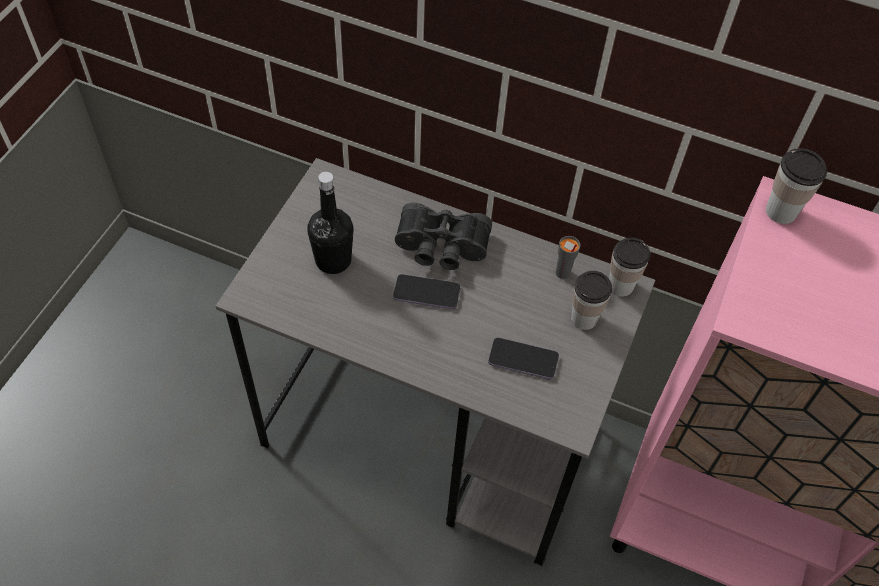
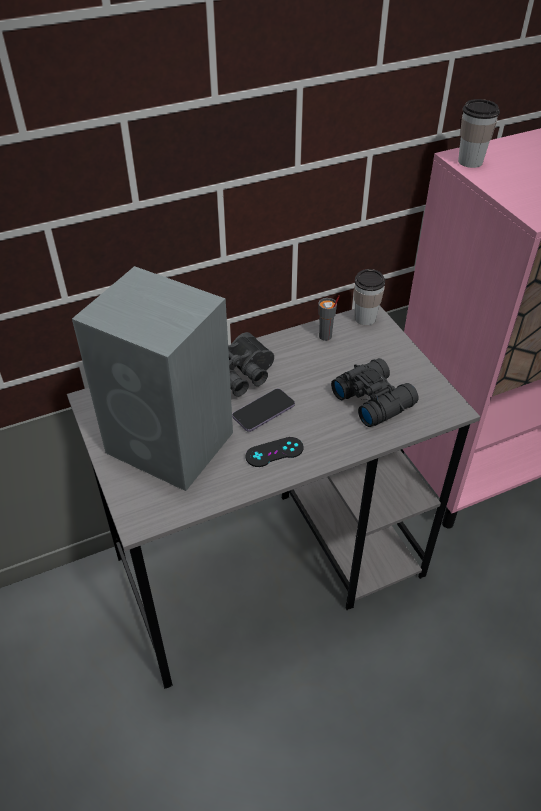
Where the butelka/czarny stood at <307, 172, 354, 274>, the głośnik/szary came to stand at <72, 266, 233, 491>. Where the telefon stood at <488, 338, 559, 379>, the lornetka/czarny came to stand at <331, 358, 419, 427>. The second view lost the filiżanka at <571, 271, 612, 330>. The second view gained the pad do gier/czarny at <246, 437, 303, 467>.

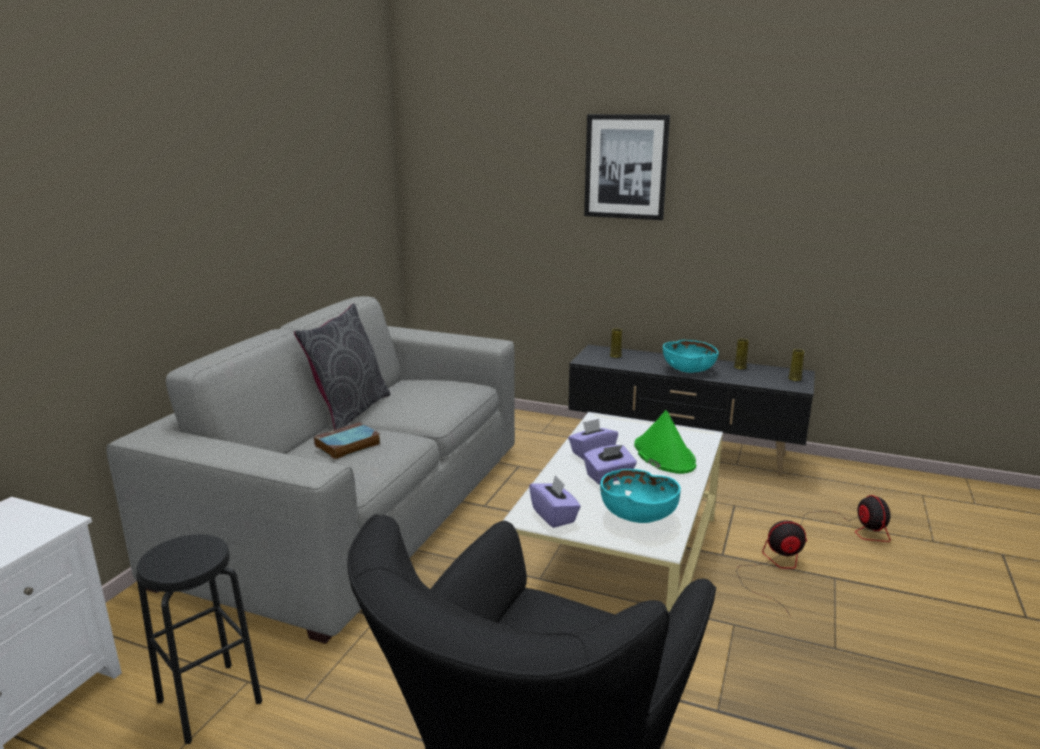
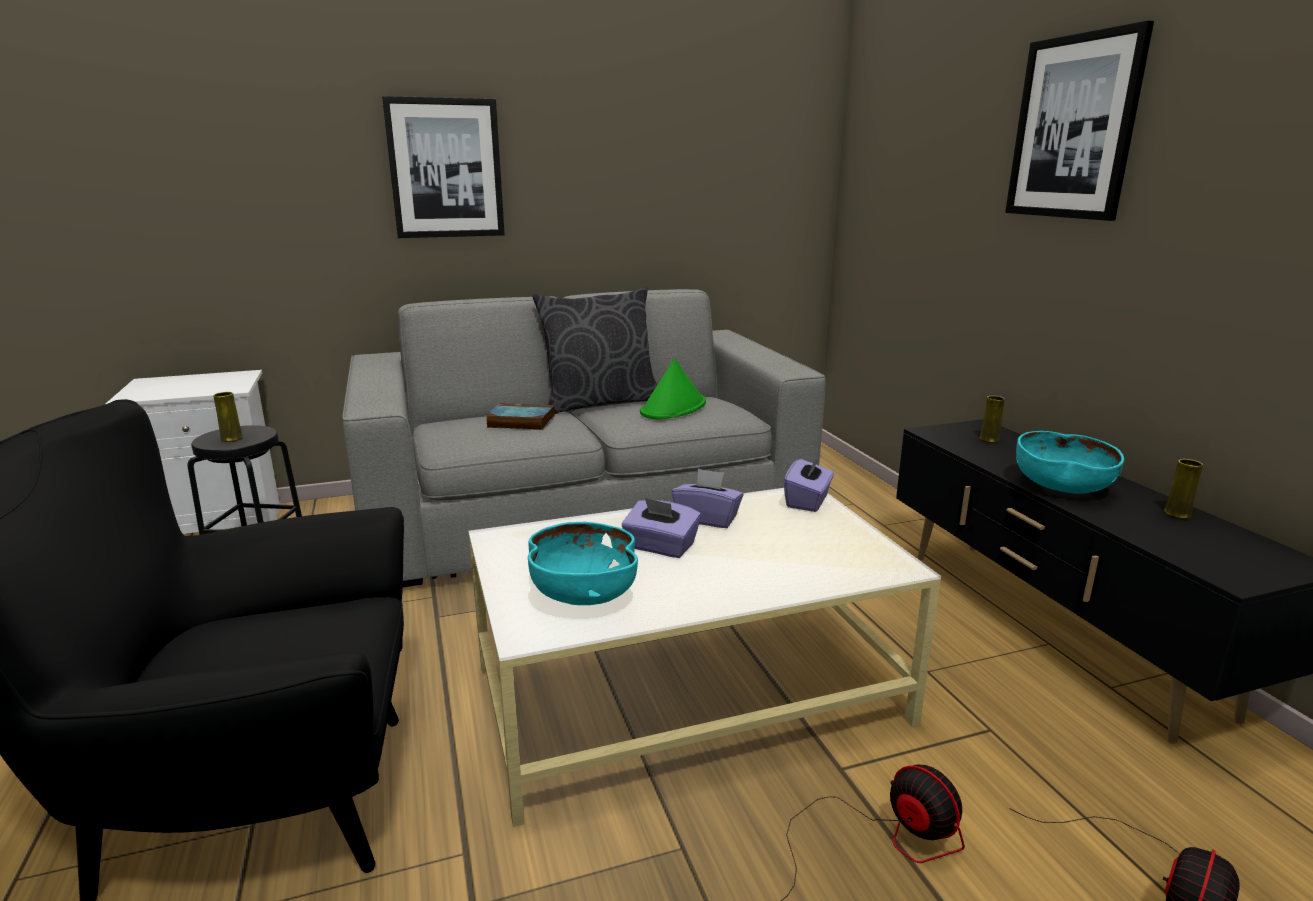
The pudełko chusteczek/fioletowy ended up elsewhere, having gone from <529, 475, 581, 528> to <784, 454, 834, 512>. The kapelusz/zielony ended up elsewhere, having gone from <634, 410, 697, 474> to <640, 358, 706, 419>. The wazon/żółty ended up elsewhere, having gone from <788, 349, 804, 381> to <213, 392, 243, 442>. The second view gained the obraz at <382, 96, 505, 238>.

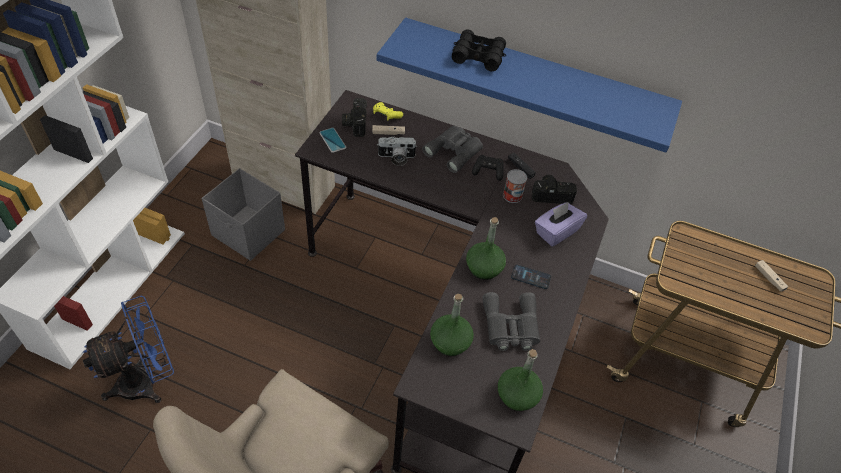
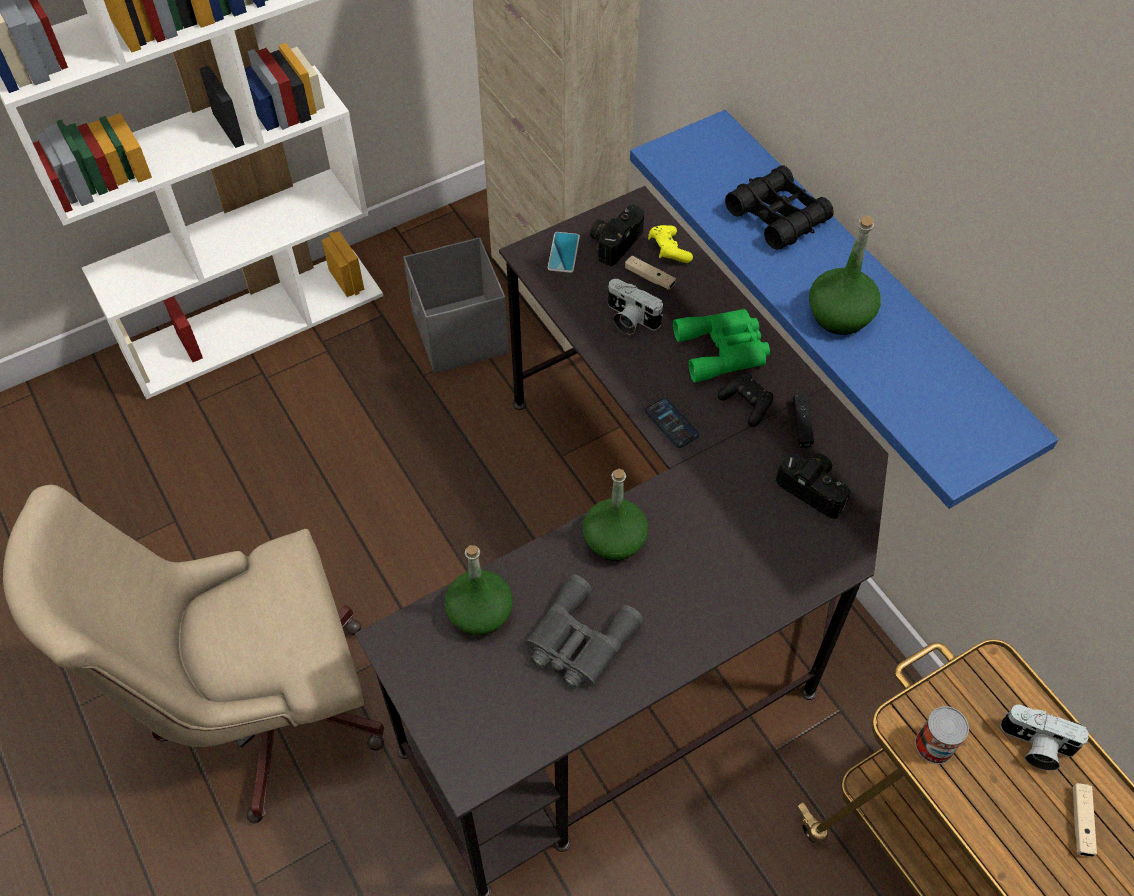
The second view lost the wentylator/niebieski at <83, 296, 174, 403>. What was the lornetka/szary at <422, 126, 483, 173> turned into the lornetka/zielony at <673, 309, 770, 382>. The butelka/zielony ended up elsewhere, having gone from <498, 349, 543, 411> to <809, 216, 881, 335>. The puszka ended up elsewhere, having gone from <503, 169, 527, 203> to <915, 706, 969, 764>. The telefon ended up elsewhere, having gone from <511, 265, 551, 289> to <645, 398, 699, 448>. The second view lost the pudełko chusteczek/fioletowy at <535, 201, 587, 247>. The second view gained the aparat fotograficzny at <1000, 705, 1089, 771>.

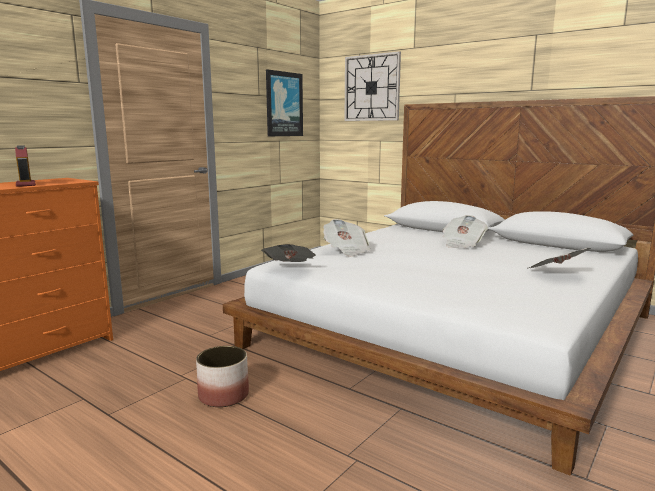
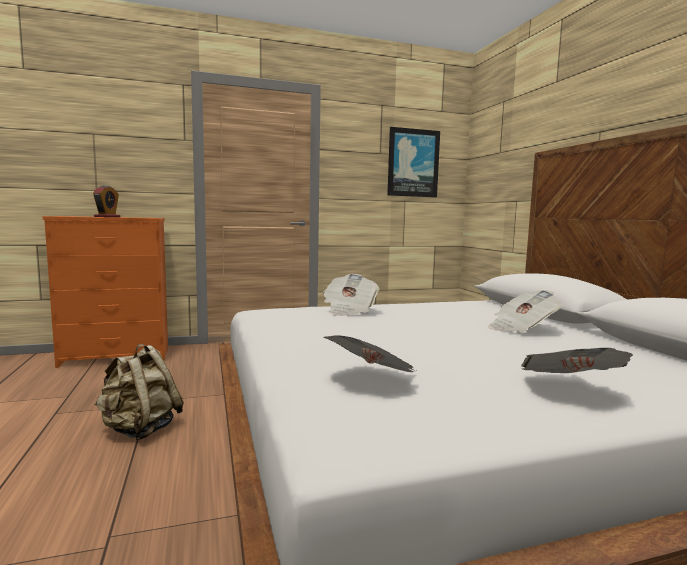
Where the donica stood at <196, 346, 249, 407>, the plecak/beżowy came to stand at <95, 344, 184, 440>. The gazeta ended up elsewhere, having gone from <261, 244, 316, 262> to <323, 335, 416, 372>. The second view lost the zegar ścienny at <345, 51, 401, 121>.

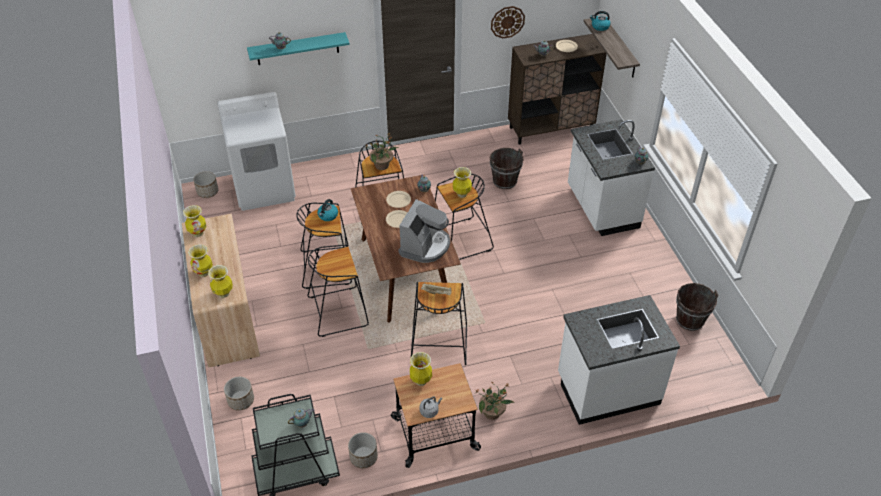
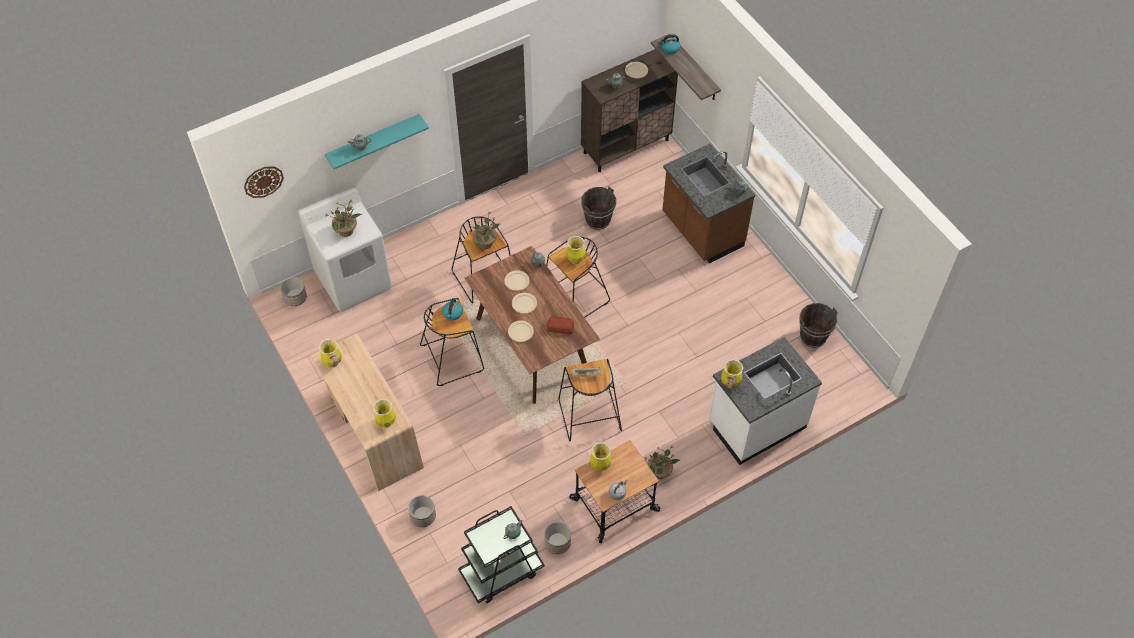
The wazon ended up elsewhere, having gone from <188, 244, 213, 277> to <721, 359, 743, 389>. The second view lost the stołek/czarny at <307, 245, 369, 337>. Where the ekspres do kawy stood at <398, 199, 450, 263>, the chleb came to stand at <547, 316, 574, 334>. The zegar ścienny ended up elsewhere, having gone from <491, 6, 525, 39> to <244, 167, 284, 198>. What was the zabudowa kuchenna/biały at <568, 119, 655, 236> turned into the zabudowa kuchenna/brązowy at <662, 144, 755, 263>. The second view gained the roślina doniczkowa at <325, 199, 362, 237>. The second view gained the talerz/beżowy at <508, 320, 534, 342>.

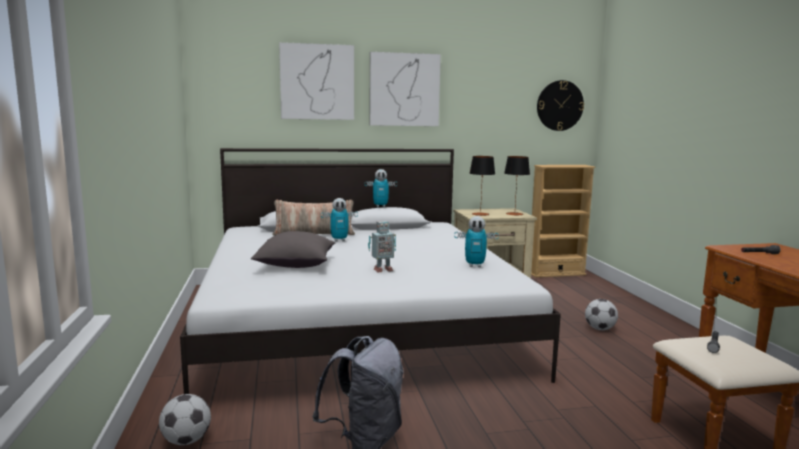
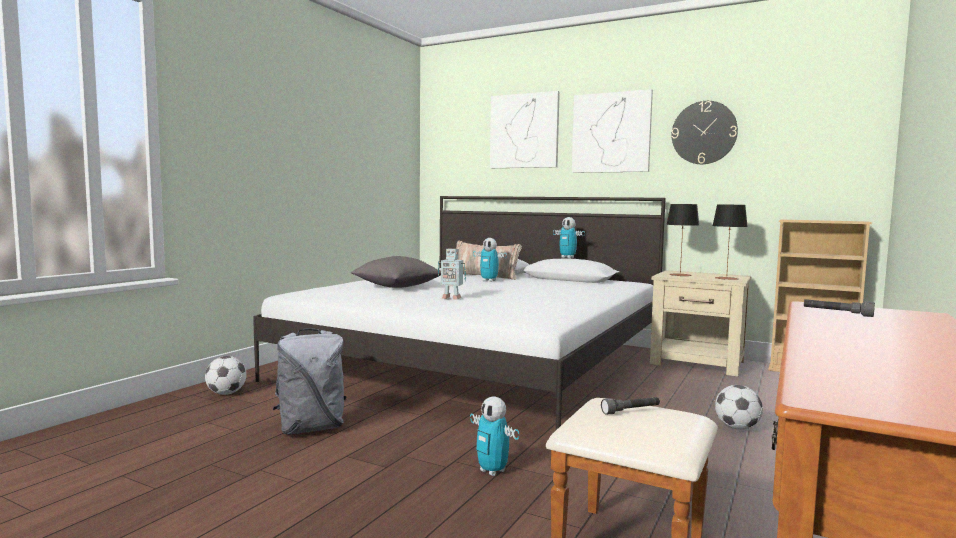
The robot zabawkowy ended up elsewhere, having gone from <454, 216, 499, 267> to <470, 397, 519, 476>. The zegar ścienny ended up elsewhere, having gone from <537, 80, 584, 131> to <671, 101, 738, 164>.

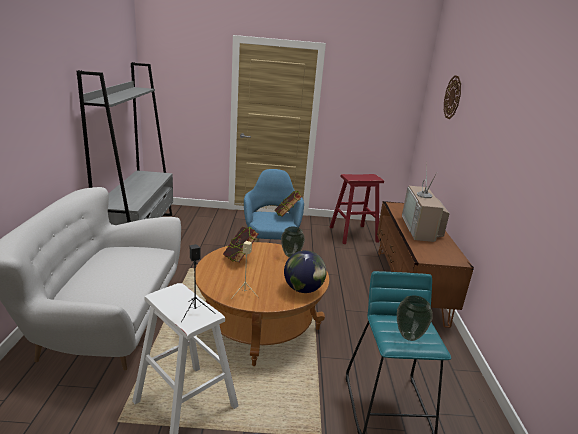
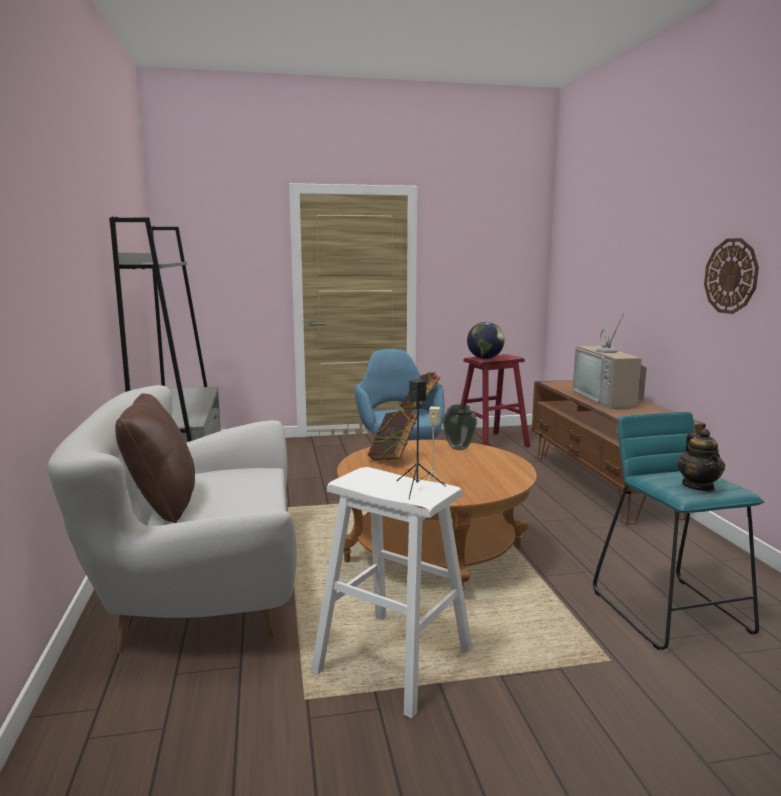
The globus ended up elsewhere, having gone from <284, 250, 327, 293> to <467, 322, 505, 359>. Where the wazon stood at <397, 295, 432, 341>, the imbryk came to stand at <677, 429, 725, 492>. The zegar ścienny ended up elsewhere, having gone from <444, 75, 461, 119> to <704, 238, 759, 314>. The second view gained the poduszka/brązowy at <115, 393, 195, 523>.

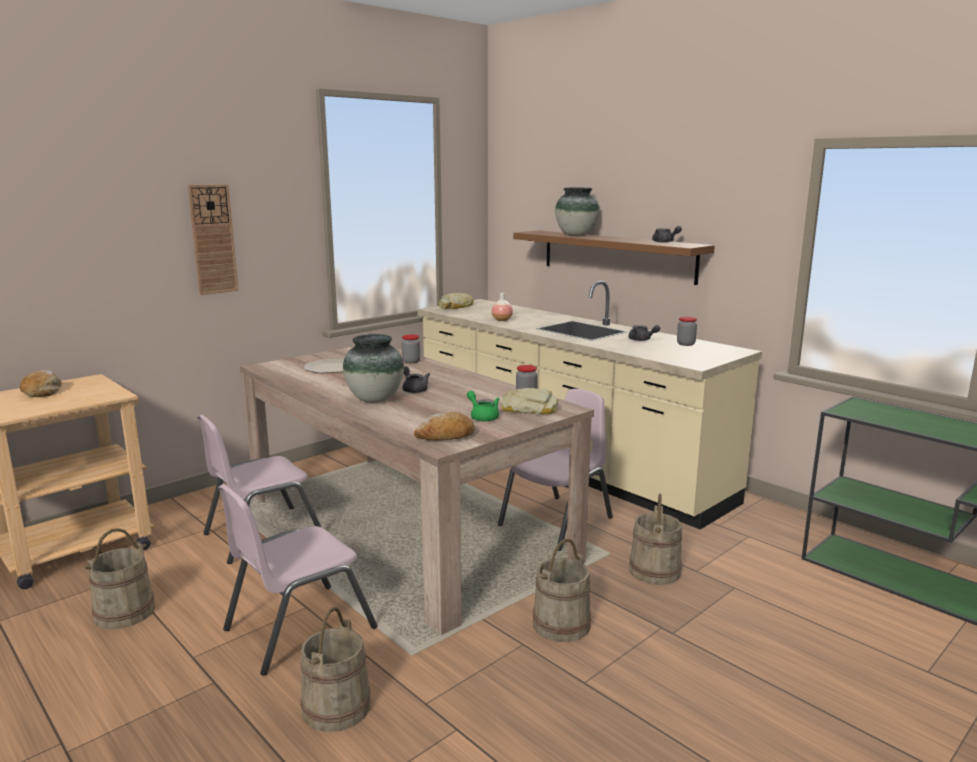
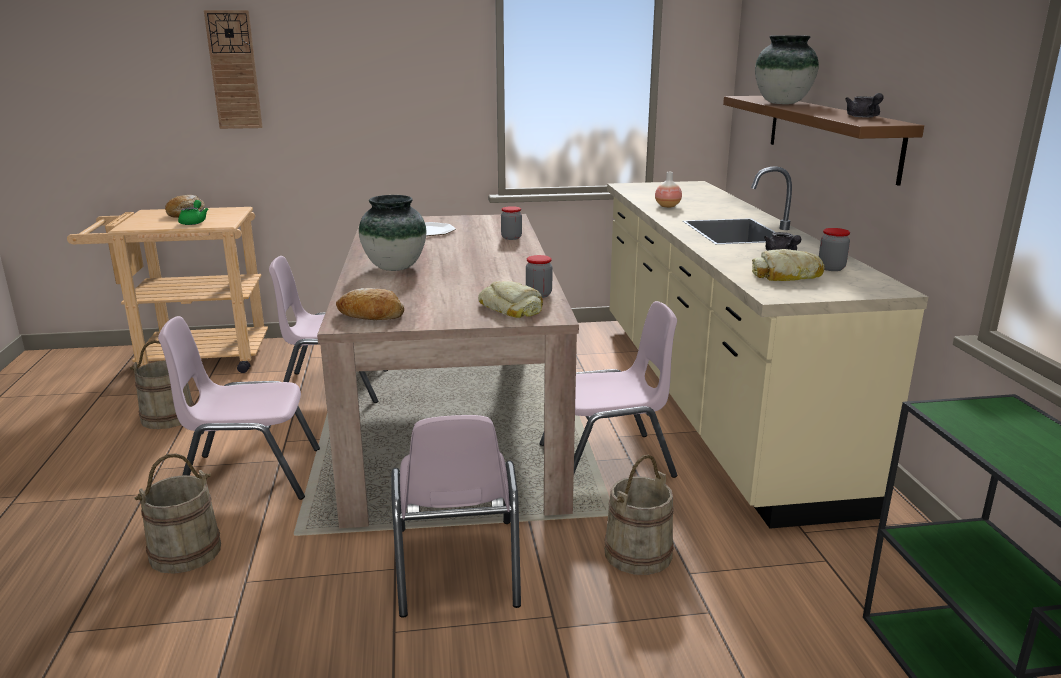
The zegar ścienny ended up elsewhere, having gone from <188, 184, 239, 295> to <204, 10, 263, 129>. The second view lost the imbryk/szary at <403, 366, 430, 393>. The chleb ended up elsewhere, having gone from <438, 293, 474, 309> to <752, 249, 825, 281>. The imbryk/zielony ended up elsewhere, having gone from <467, 391, 499, 421> to <178, 200, 209, 225>. Where the wiadro/beżowy stood at <533, 539, 591, 642>, the krzesło/różowy came to stand at <391, 415, 521, 618>.

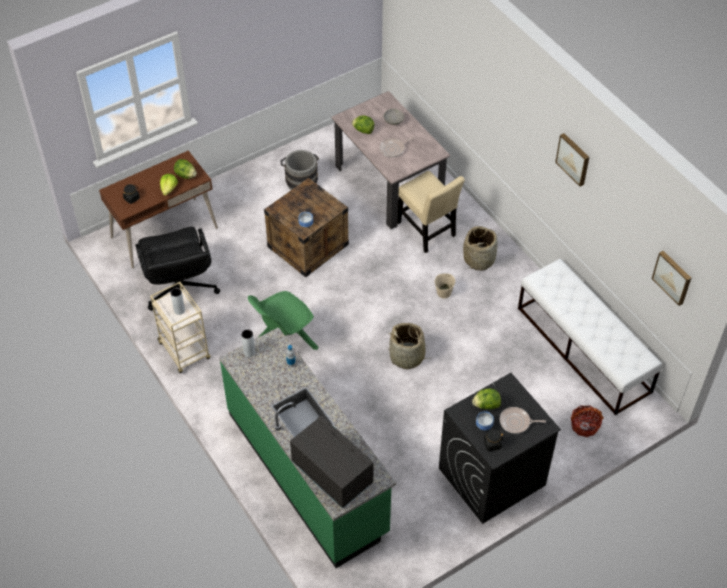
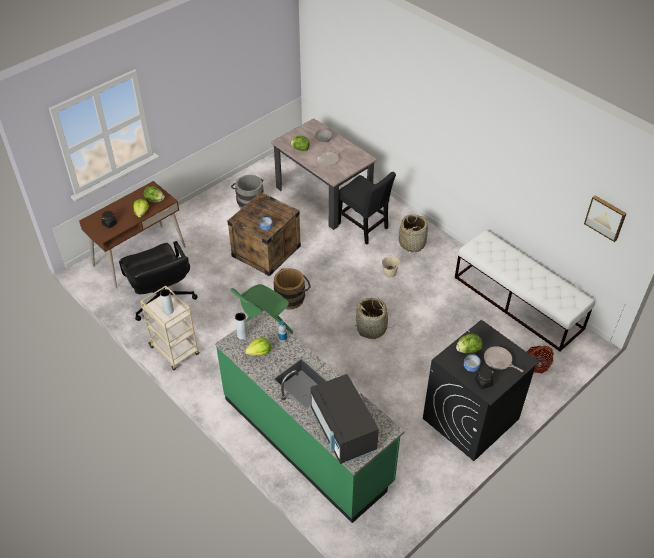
The mikrofalówka/czarny at <290, 416, 374, 509> ended up facing another way, 150 degrees counterclockwise from before. What was the krzesło/beżowy at <398, 171, 465, 253> turned into the krzesło/czarny at <338, 172, 396, 245>. The patelnia at <500, 407, 546, 434> ended up facing another way, 45 degrees clockwise from before. The second view lost the obraz at <555, 133, 589, 186>. The second view gained the sałata at <245, 337, 271, 356>. The second view gained the wiadro/brązowy at <274, 268, 311, 310>.

